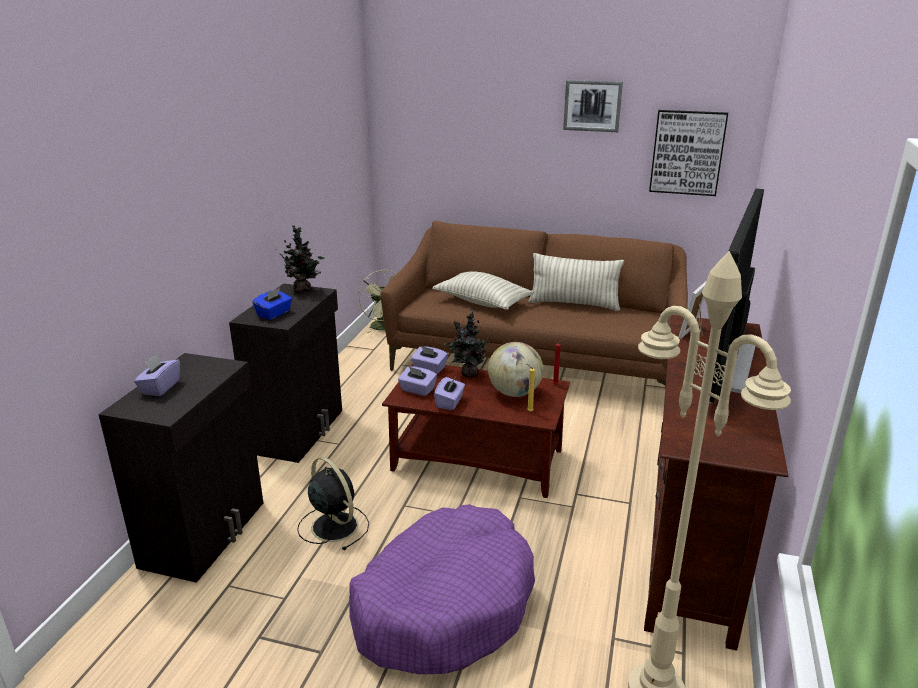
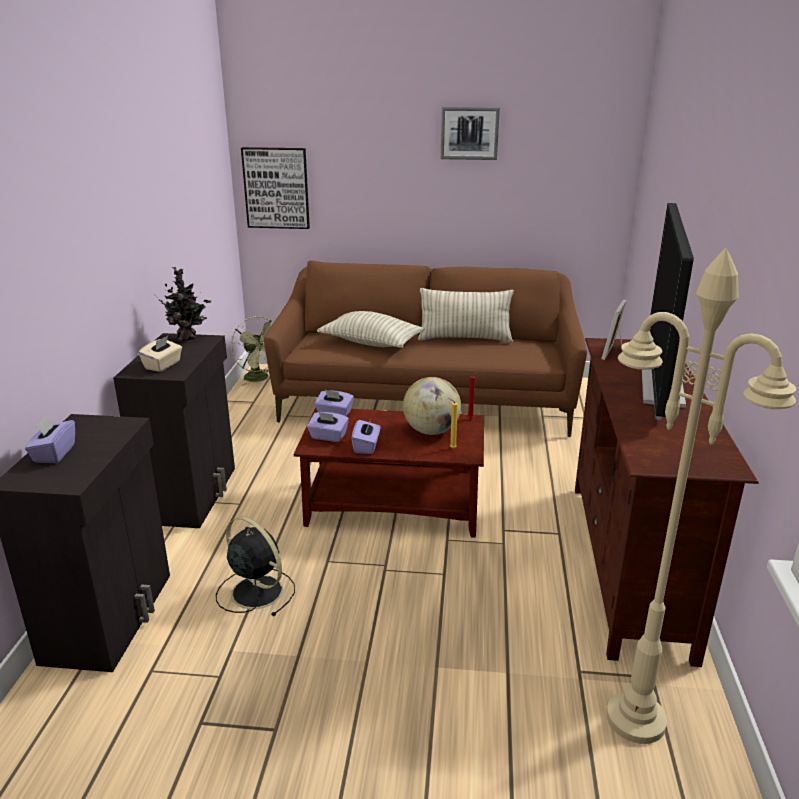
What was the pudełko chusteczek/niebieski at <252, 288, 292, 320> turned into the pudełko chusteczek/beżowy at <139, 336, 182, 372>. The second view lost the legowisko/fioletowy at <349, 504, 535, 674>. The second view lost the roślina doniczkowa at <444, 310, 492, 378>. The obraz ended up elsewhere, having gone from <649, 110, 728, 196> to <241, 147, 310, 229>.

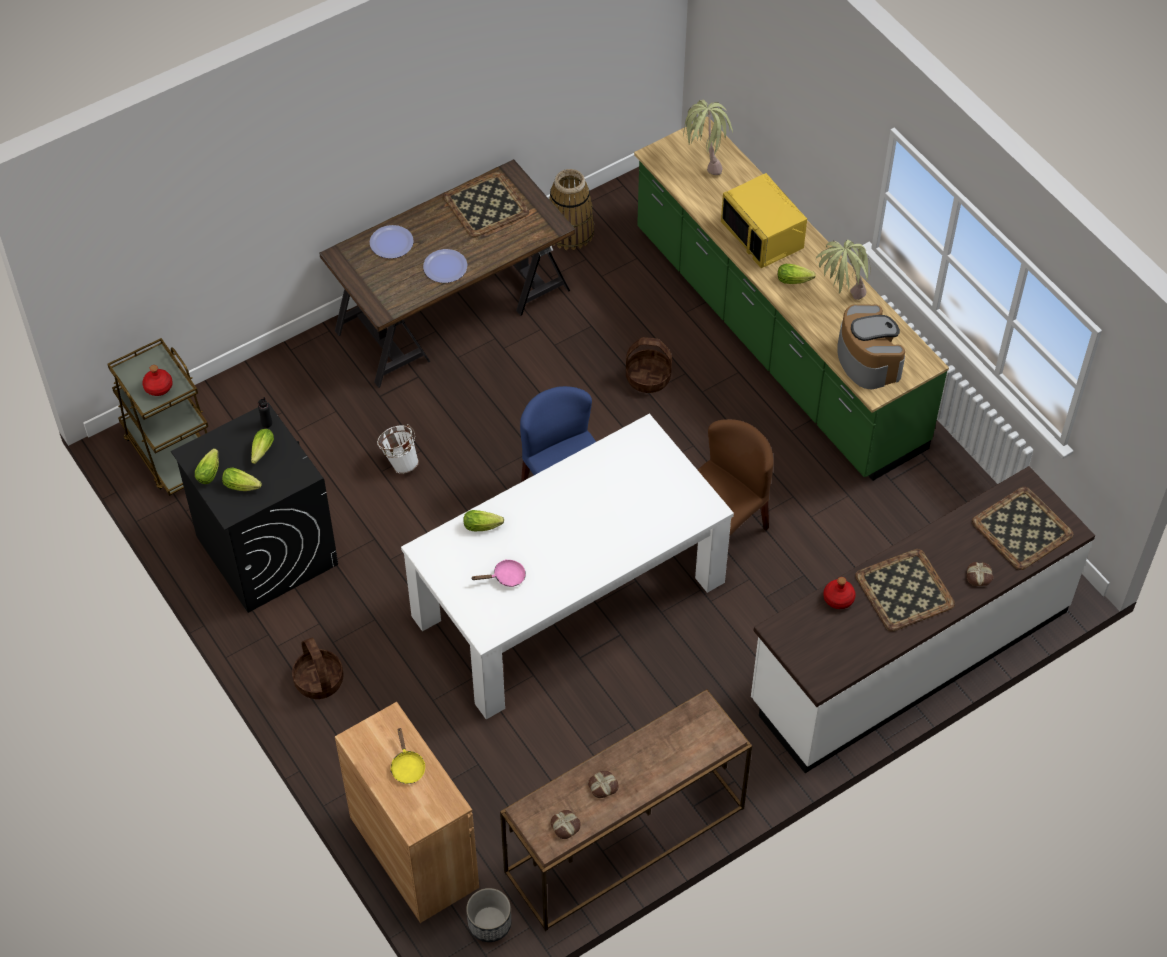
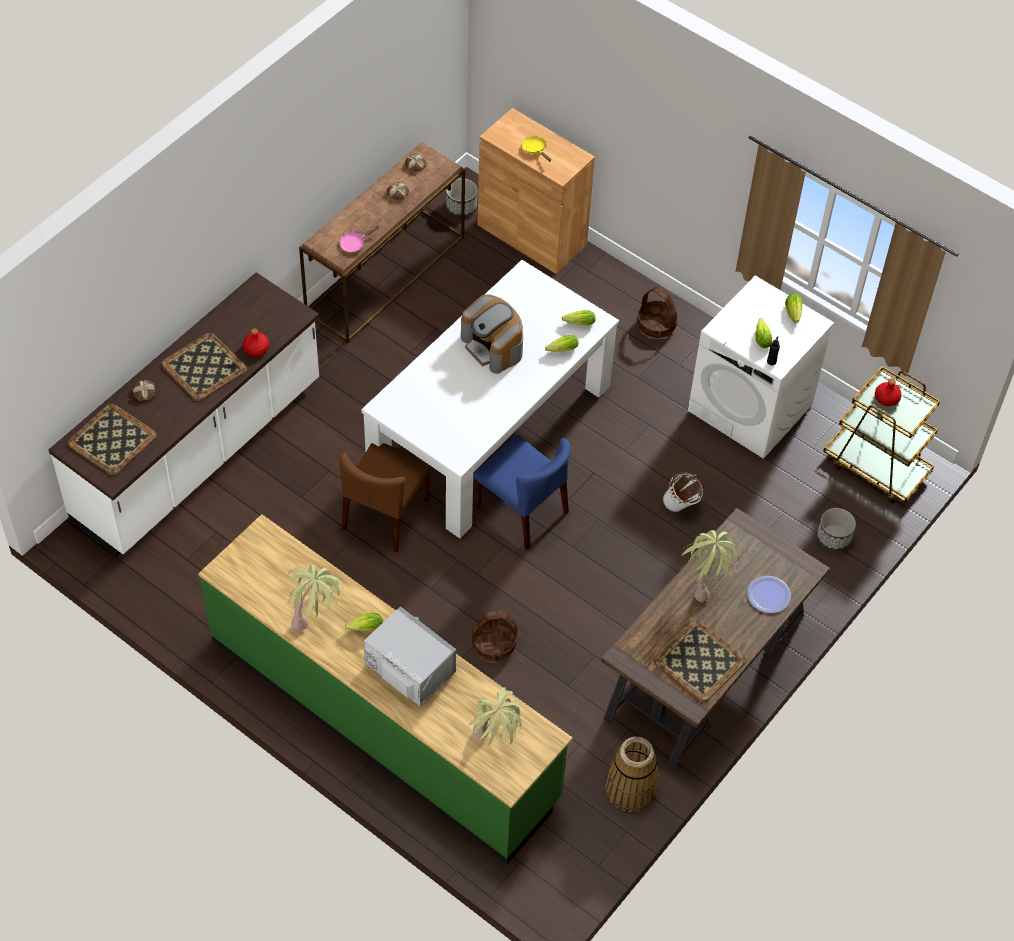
What was the pralka/czarny at <171, 403, 338, 613> turned into the pralka/biały at <688, 275, 834, 459>. The sałata ended up elsewhere, having gone from <222, 467, 262, 491> to <562, 310, 596, 325>. Where the talerz stood at <423, 249, 467, 283>, the roślina doniczkowa came to stand at <681, 530, 740, 602>. The patelnia/różowy ended up elsewhere, having gone from <471, 560, 526, 587> to <339, 225, 380, 253>. What was the mikrofalówka/żółty at <721, 173, 807, 268> turned into the mikrofalówka/szary at <364, 606, 456, 707>. The ekspres do kawy ended up elsewhere, having gone from <837, 304, 905, 389> to <461, 294, 523, 374>. The second view gained the donica at <817, 508, 856, 551>.

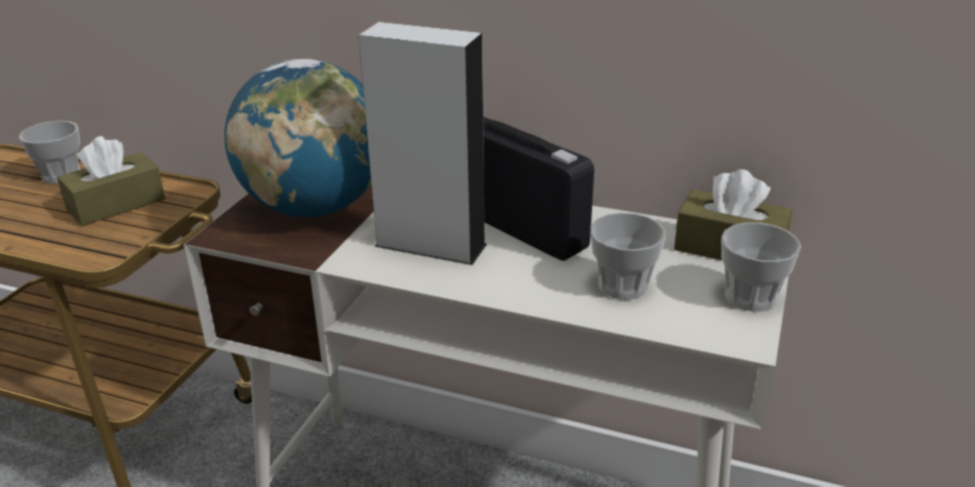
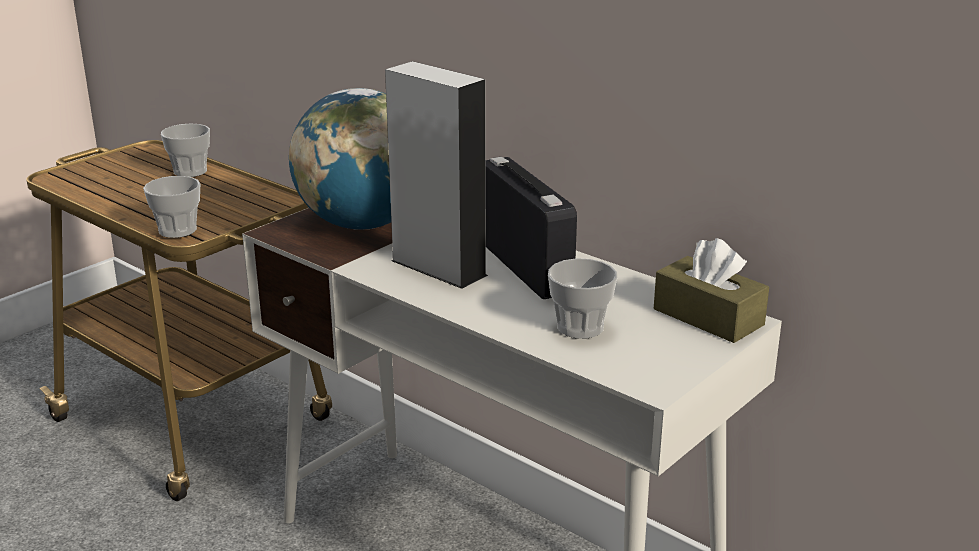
The second view lost the pudełko chusteczek/brązowy at <57, 136, 165, 226>. The filiżanka ended up elsewhere, having gone from <721, 222, 801, 312> to <143, 176, 200, 238>.

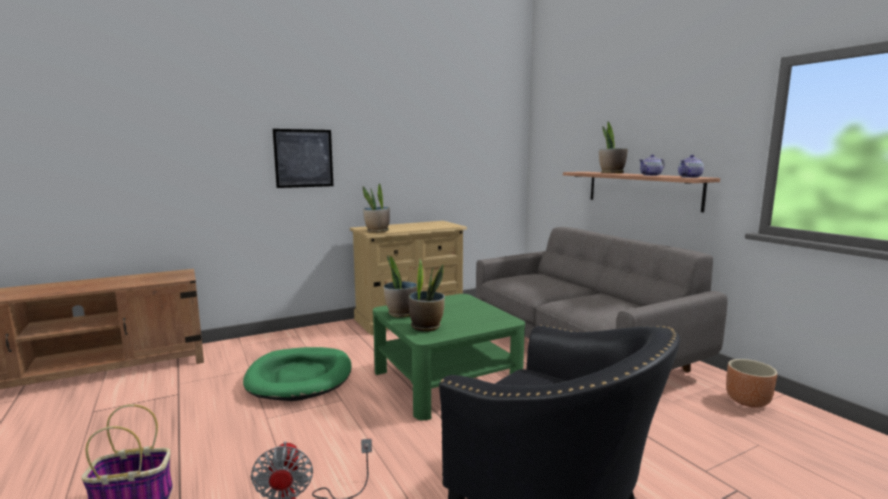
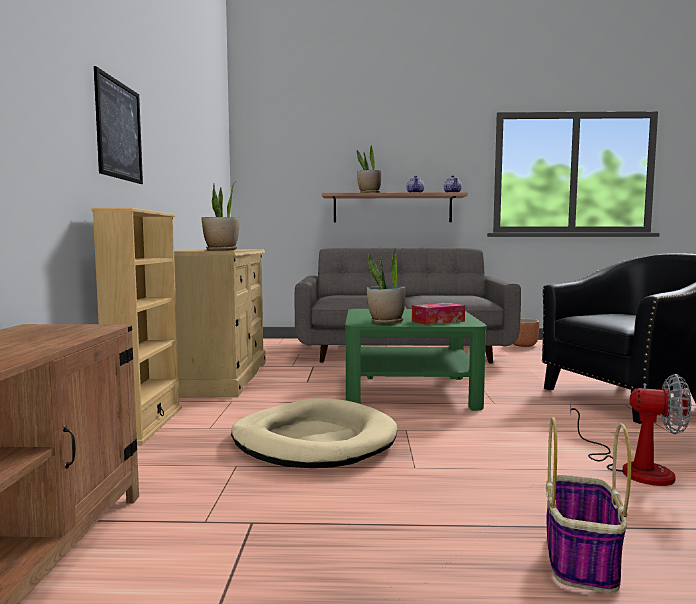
What was the legowisko/zielony at <243, 347, 352, 401> turned into the legowisko/beżowy at <231, 398, 397, 468>. Where the roślina doniczkowa stood at <409, 258, 445, 332>, the pudełko chusteczek came to stand at <412, 303, 465, 325>. The second view gained the regał/beżowy at <92, 208, 182, 445>.

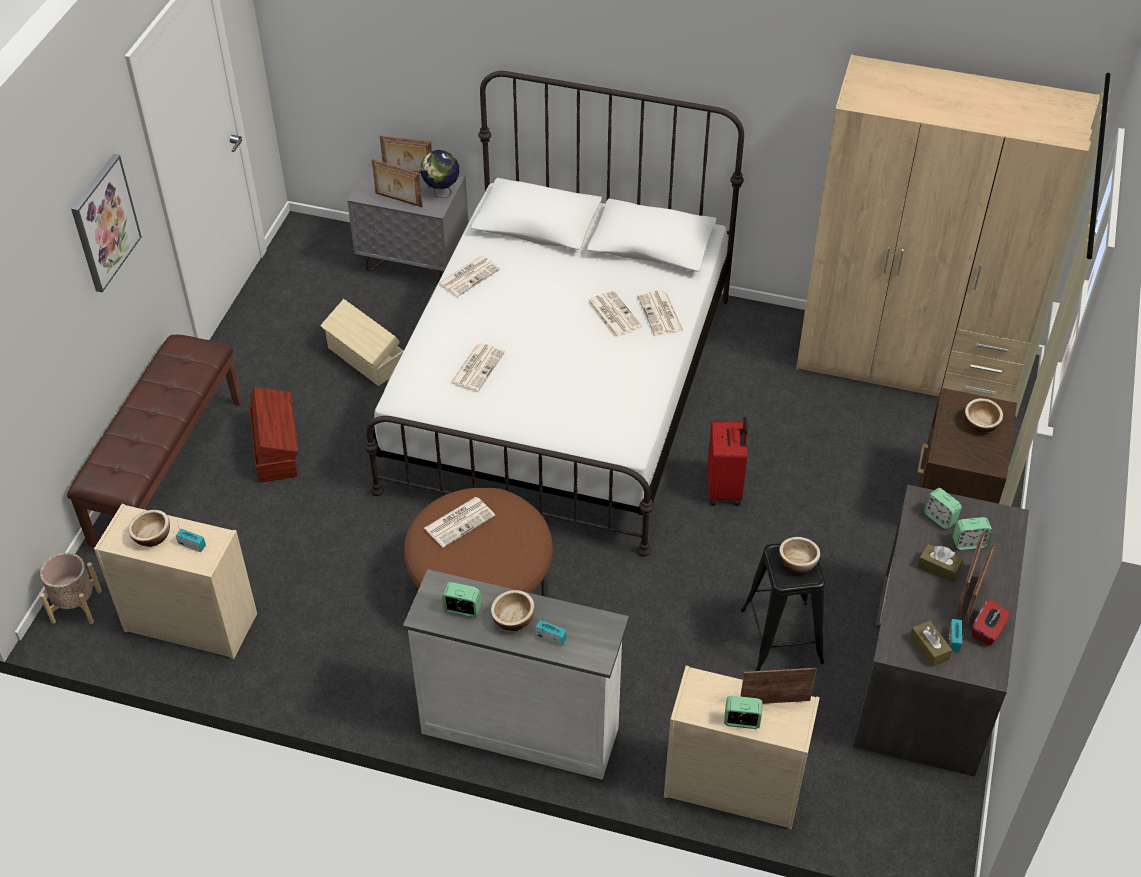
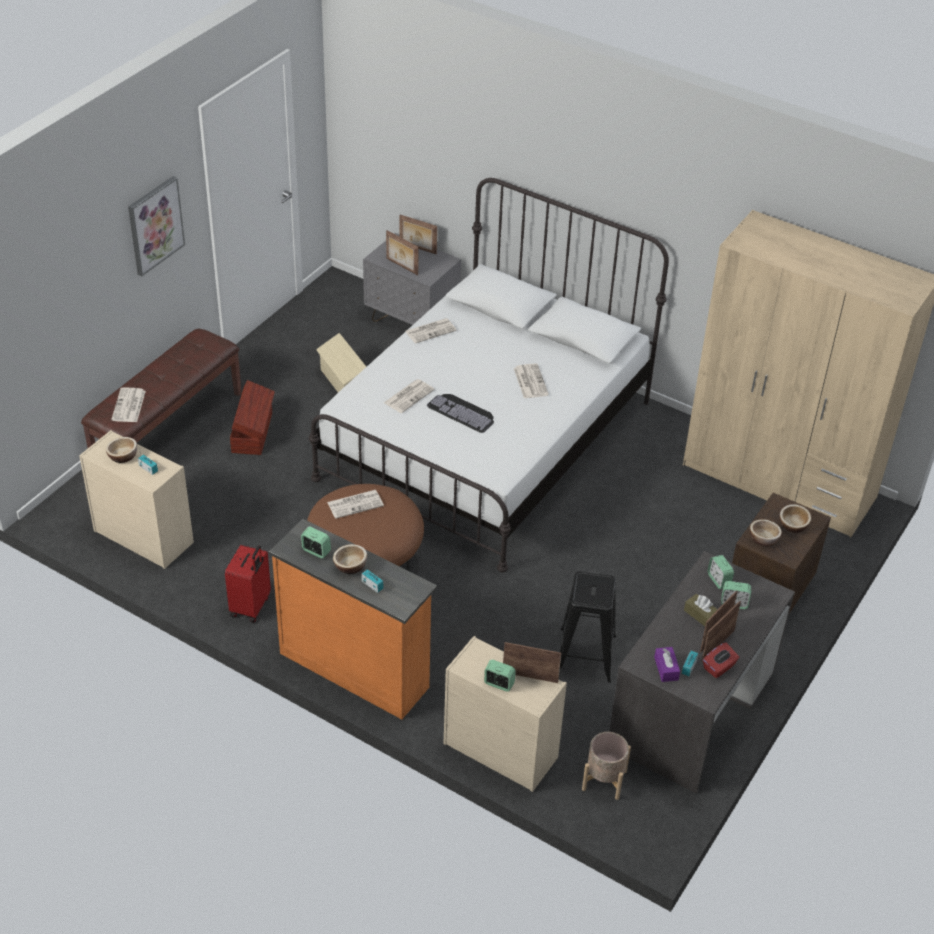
The donica/beżowy ended up elsewhere, having gone from <40, 553, 102, 624> to <582, 732, 631, 800>. What was the komoda/biały at <403, 569, 629, 780> turned into the komoda/pomarańczowy at <269, 519, 437, 719>. The second view lost the globus at <421, 150, 459, 198>. The gazeta ended up elsewhere, having gone from <637, 290, 684, 336> to <111, 388, 146, 422>. The walizka/czerwony ended up elsewhere, having gone from <707, 417, 748, 506> to <225, 545, 271, 623>. The miska ended up elsewhere, having gone from <779, 537, 820, 573> to <750, 519, 782, 547>. What was the pudełko chusteczek/brązowy at <910, 620, 952, 667> turned into the pudełko chusteczek/fioletowy at <654, 647, 680, 682>. The second view gained the klawiatura at <427, 394, 494, 433>.

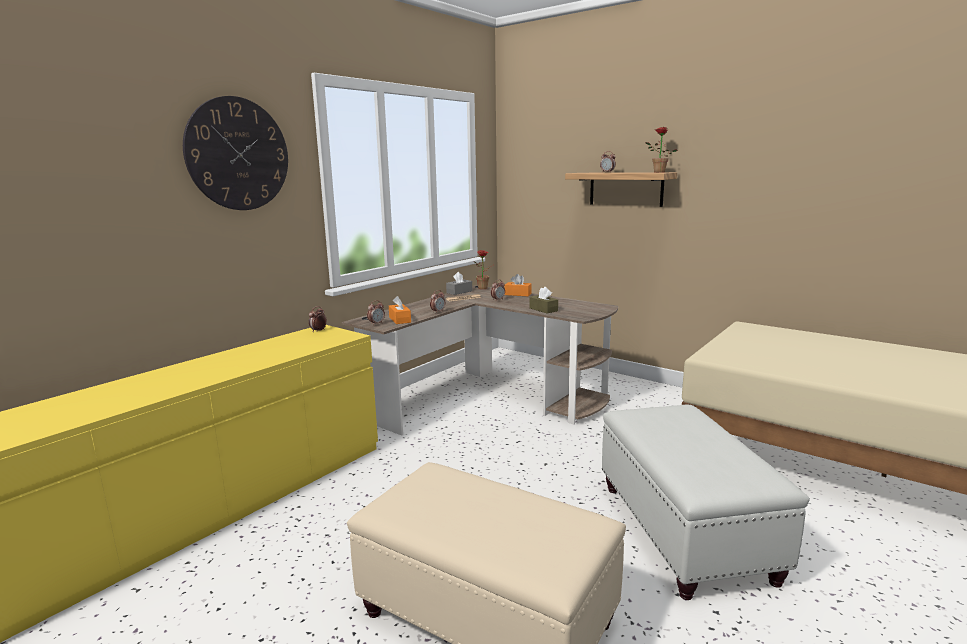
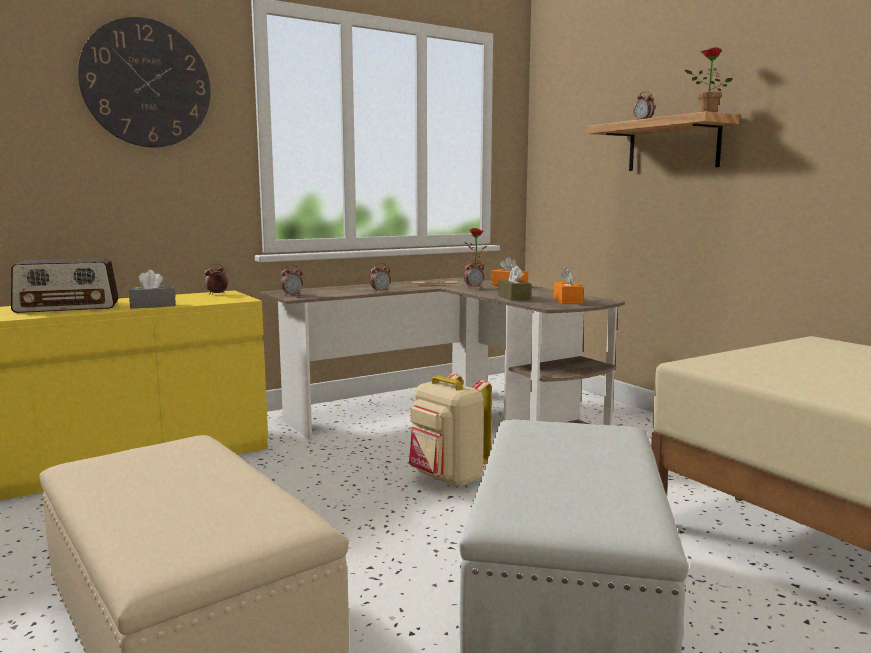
The pudełko chusteczek/pomarańczowy ended up elsewhere, having gone from <389, 296, 411, 324> to <554, 268, 583, 304>. The pudełko chusteczek/szary ended up elsewhere, having gone from <446, 272, 472, 295> to <129, 270, 176, 309>. The second view gained the radio at <11, 258, 119, 313>. The second view gained the plecak/beżowy at <409, 373, 492, 487>.

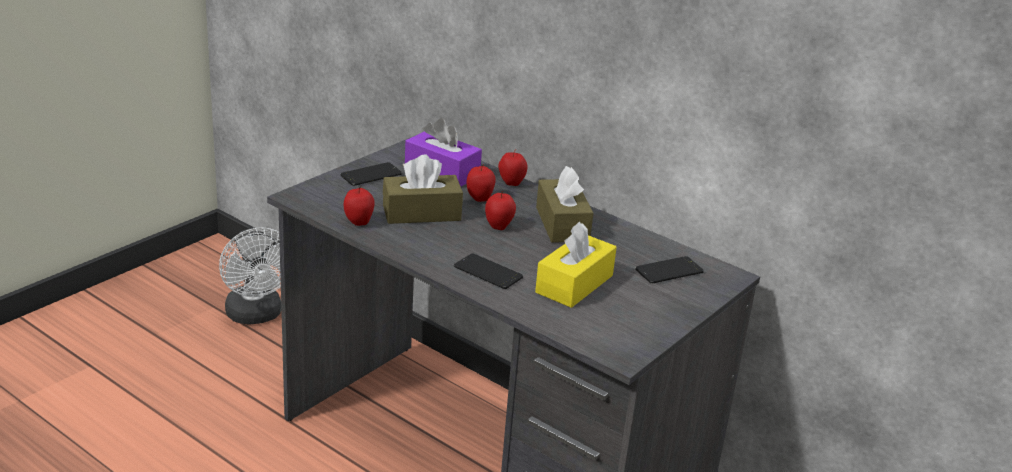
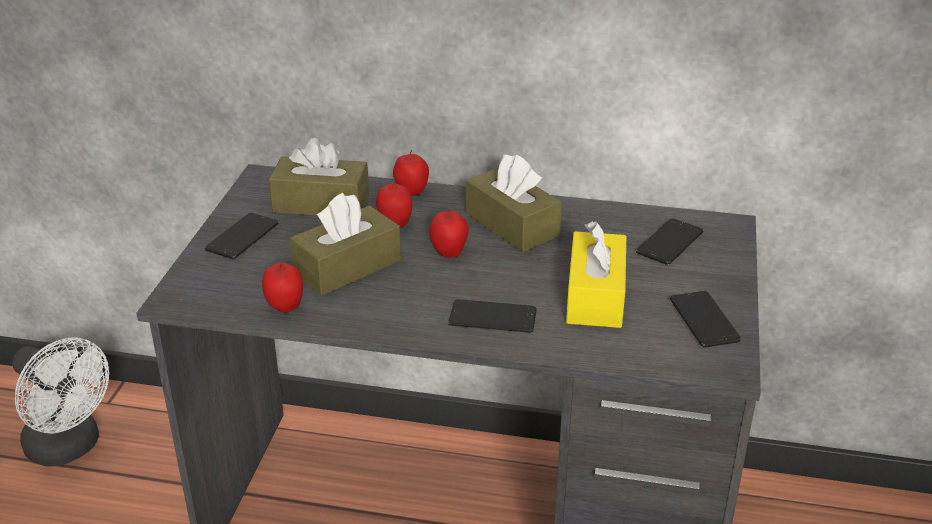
What was the pudełko chusteczek/fioletowy at <405, 118, 482, 186> turned into the pudełko chusteczek/brązowy at <269, 138, 369, 216>. The second view gained the telefon at <670, 291, 741, 348>.

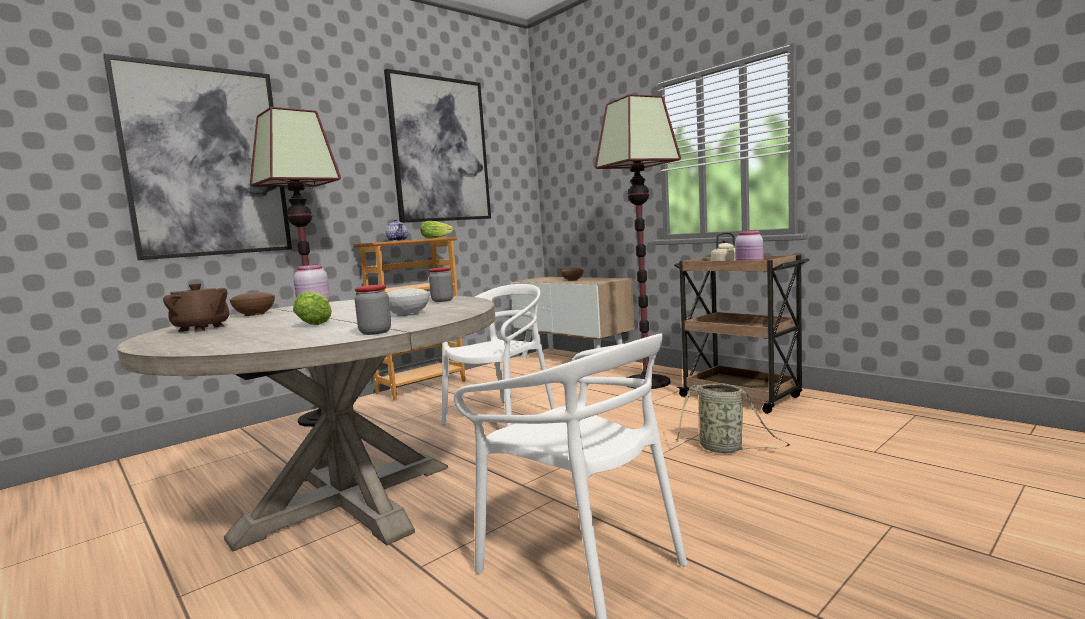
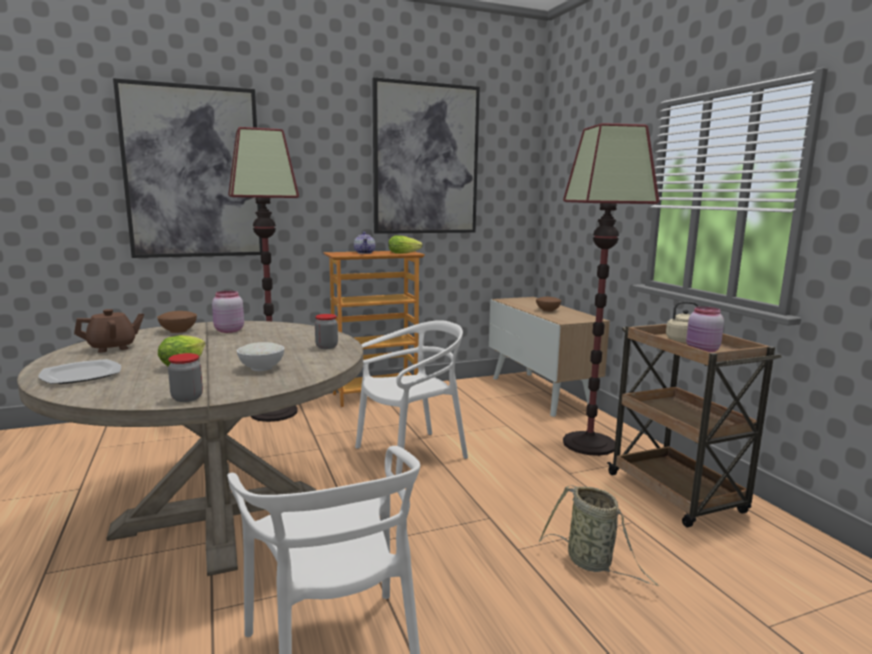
The imbryk/brązowy at <163, 283, 230, 332> ended up facing another way, 75 degrees counterclockwise from before. The second view gained the talerz at <38, 359, 121, 384>.

